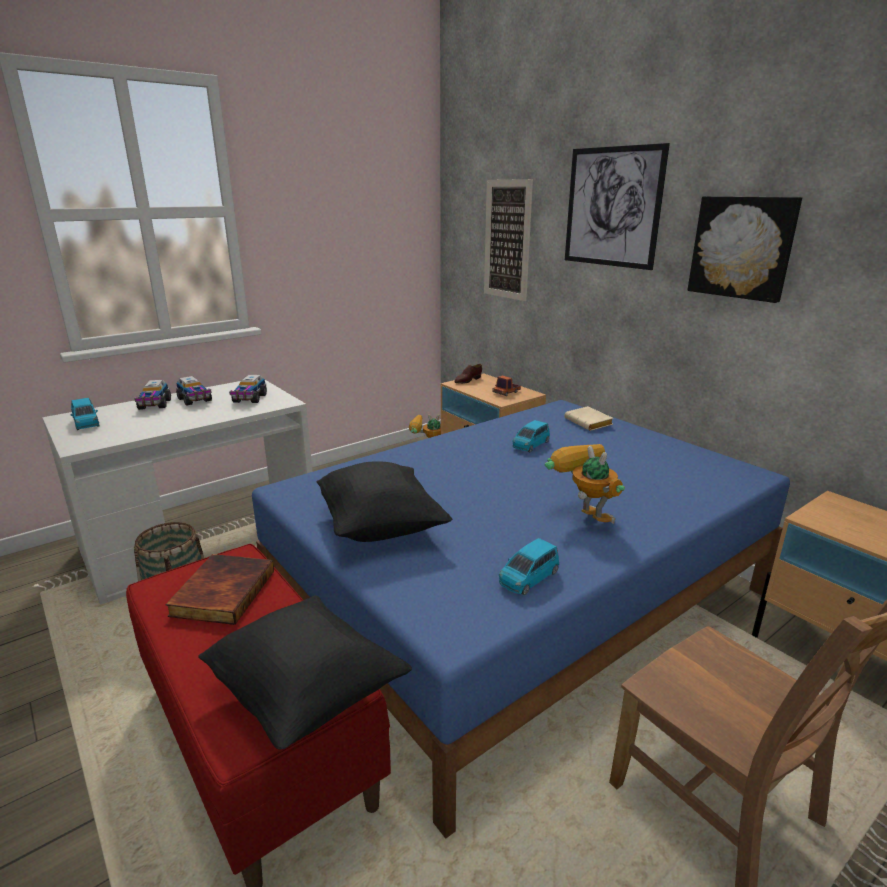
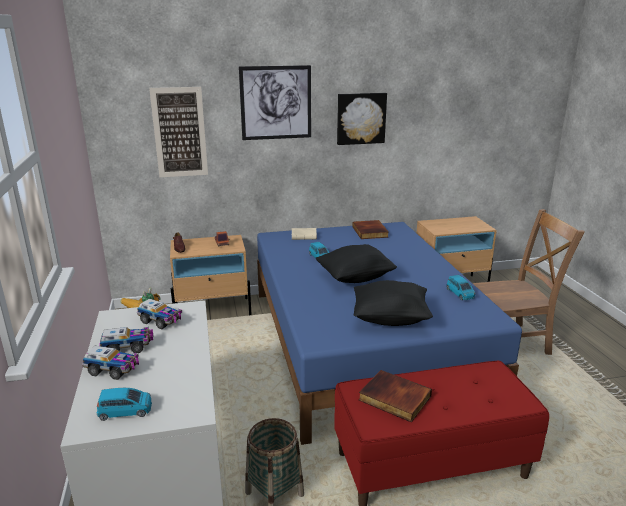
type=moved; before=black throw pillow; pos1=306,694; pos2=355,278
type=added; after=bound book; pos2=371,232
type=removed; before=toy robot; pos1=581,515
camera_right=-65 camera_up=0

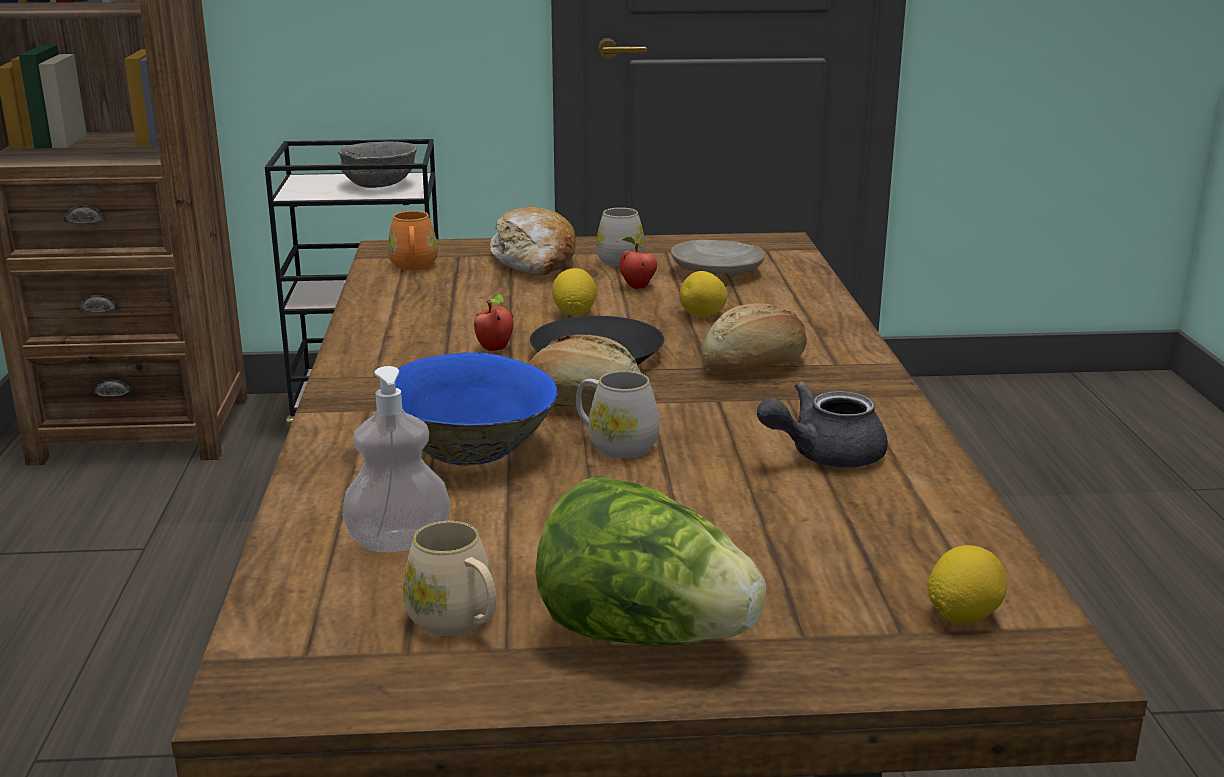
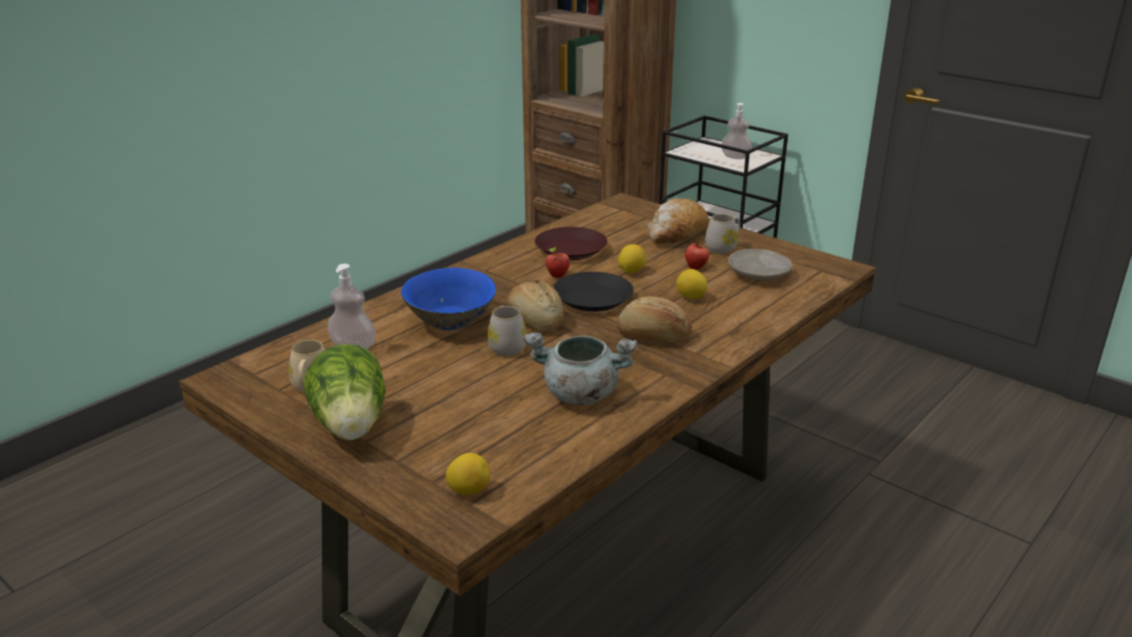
type=replaced; before=gray teapot; after=gray saucepot; pos1=823,455; pos2=579,394
type=added; after=brown-coloured flat dish; pos2=570,249
type=replaced; before=gray deep dish; after=liquid soap bottle; pos1=379,185; pos2=735,157
type=removed; before=orange tea mug; pos1=413,267
camera_right=45 camera_up=5

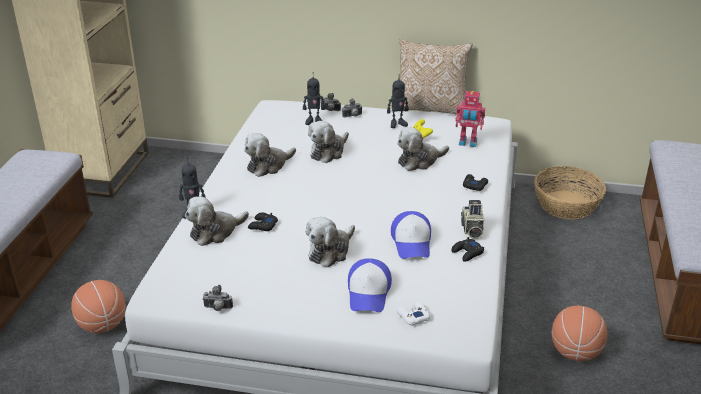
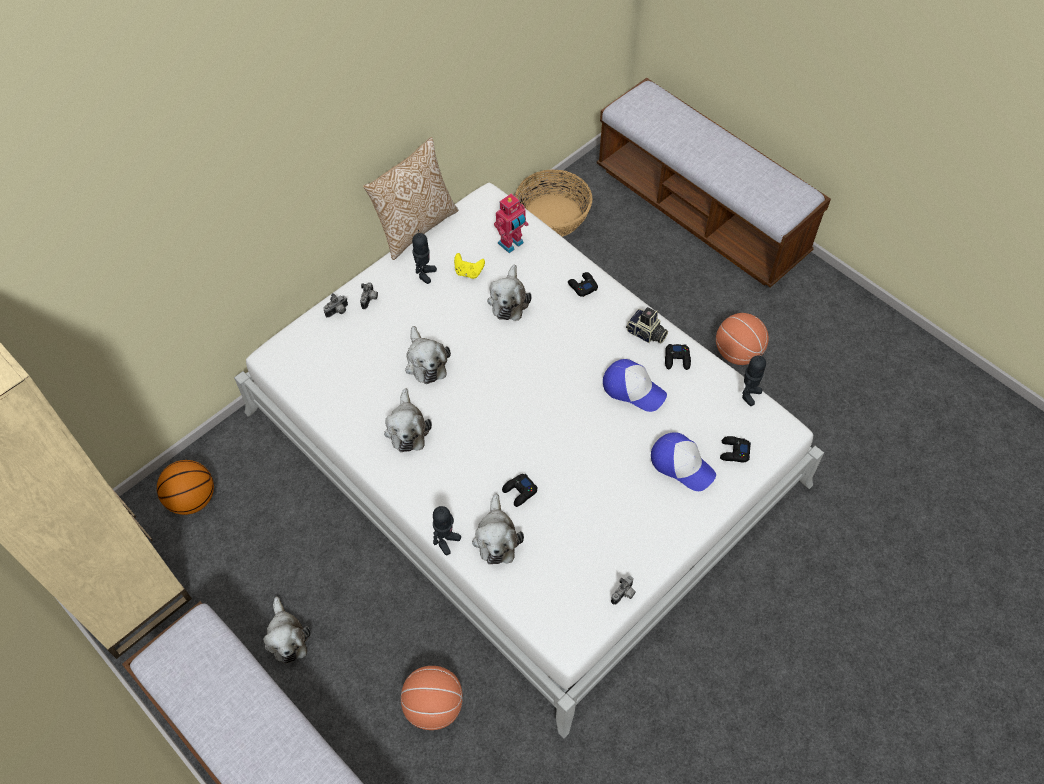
type=added; after=basketball ball; pos2=192,499
type=moved; before=soft toy; pos1=330,251; pos2=286,637
type=recoloured; before=white-coloured gamepad; after=black gamepad; pos1=412,316; pos2=734,452
type=moved; before=toy robot; pos1=314,121; pos2=748,394
camera_right=-55 camera_up=25

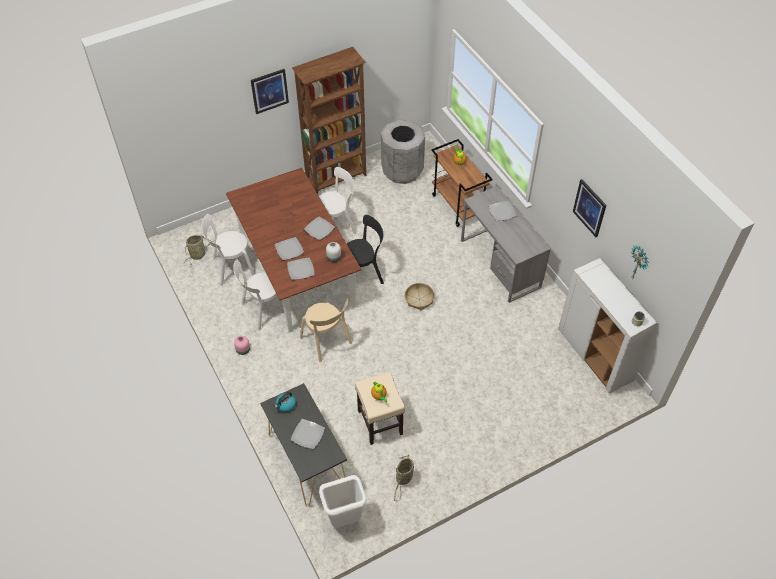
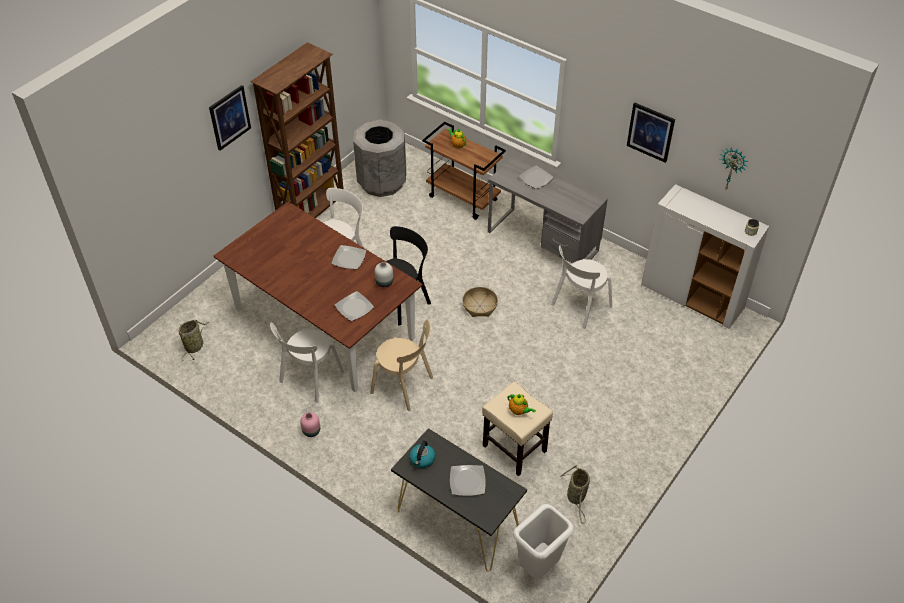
type=moved; before=white-coloured chair; pos1=231,267; pos2=579,307
type=removed; before=flat dish; pos1=289,250
camera_right=-25 camera_up=-5

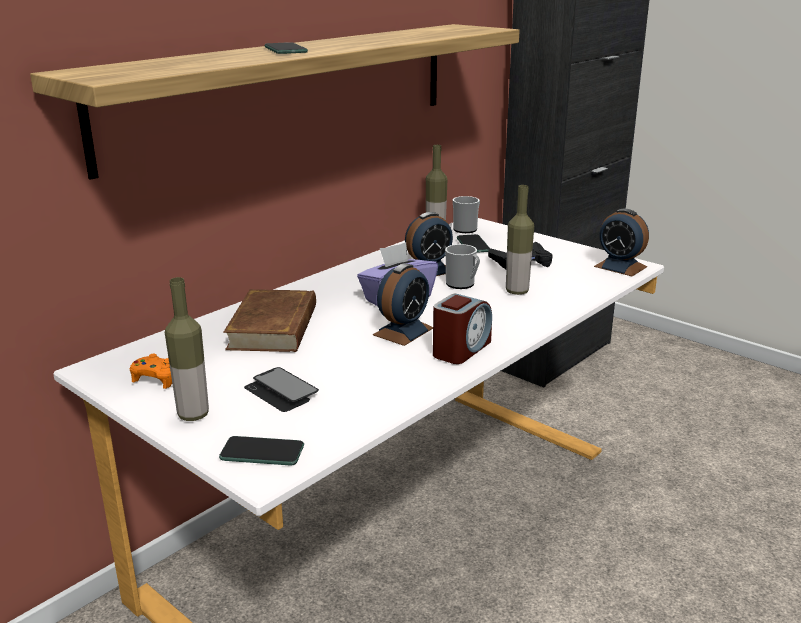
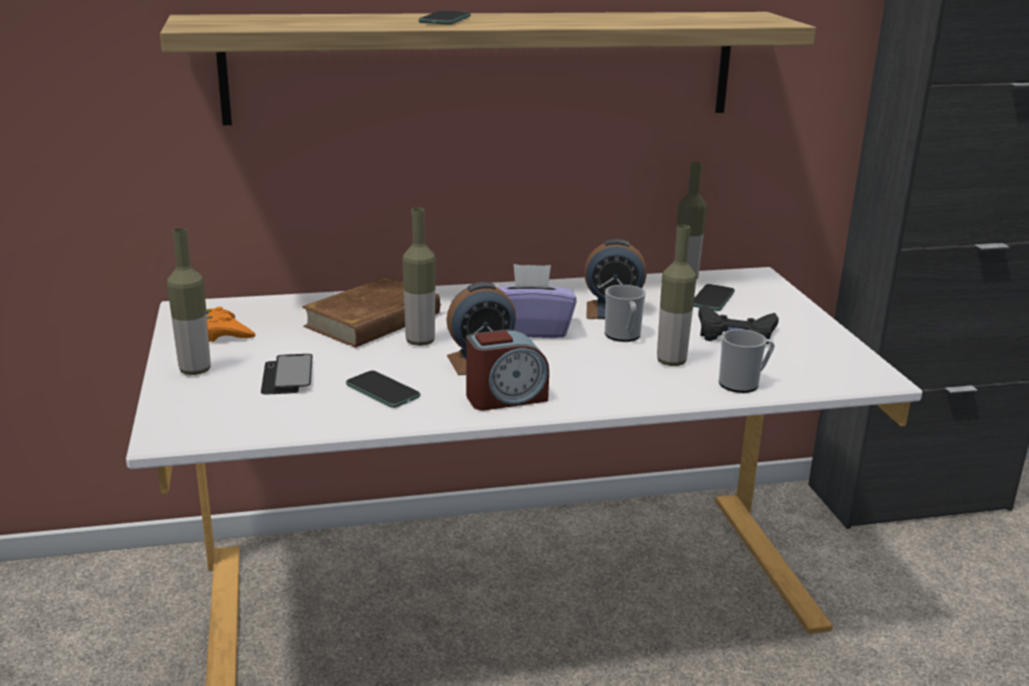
type=moved; before=phone; pos1=262,452; pos2=382,391
type=added; after=beverage bottle; pos2=420,341
type=moved; before=tea mug; pos1=467,228; pos2=743,384
type=removed; before=bedside clock; pos1=620,266
camera_right=35 camera_up=0

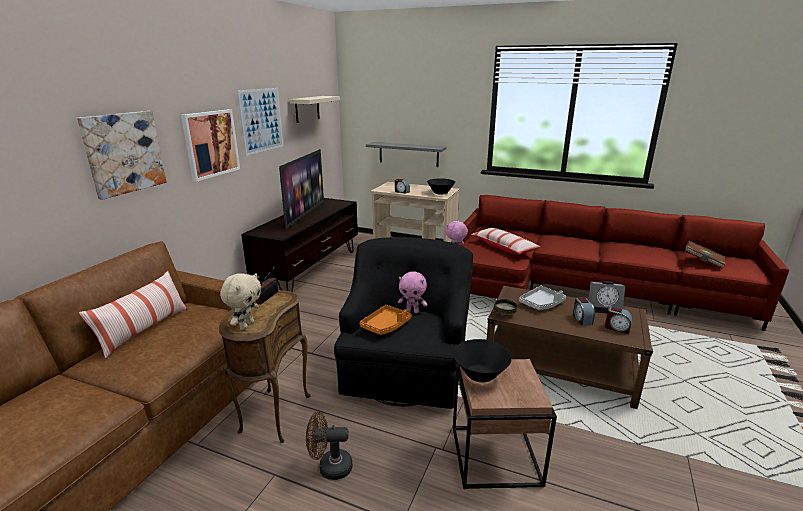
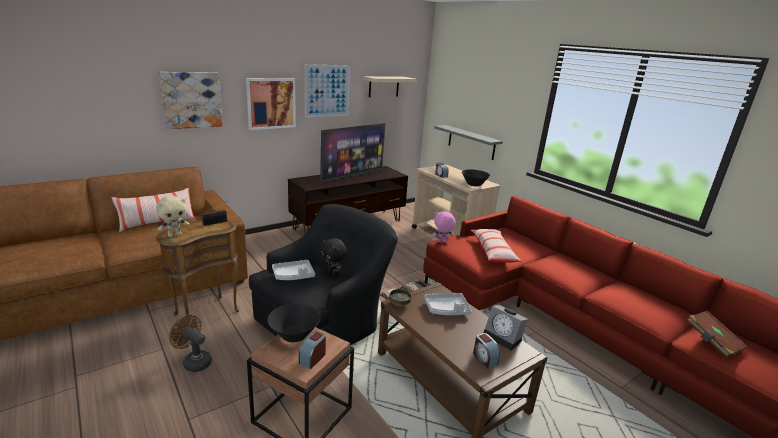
type=recoloured; before=orange carrying tray; after=gray carrying tray; pos1=386,326; pos2=293,275
type=moved; before=bedside clock; pos1=581,319; pos2=312,358
type=recoloured; before=pink-coloured soft toy; after=black soft toy; pos1=412,311; pos2=333,274
camera_right=30 camera_up=0

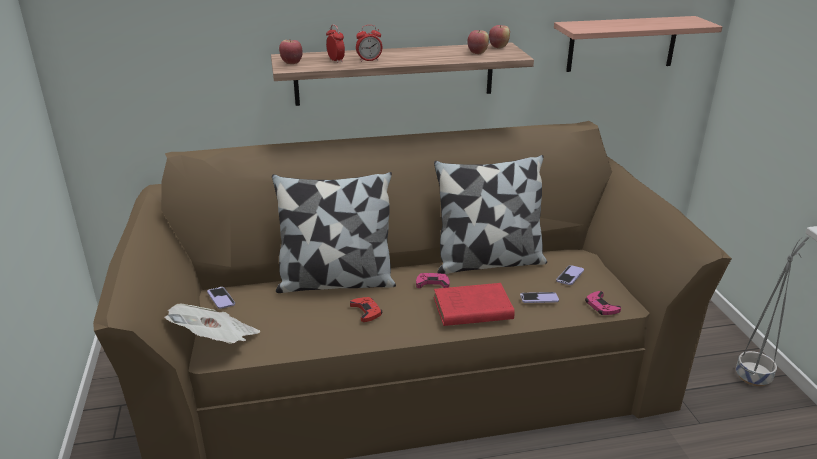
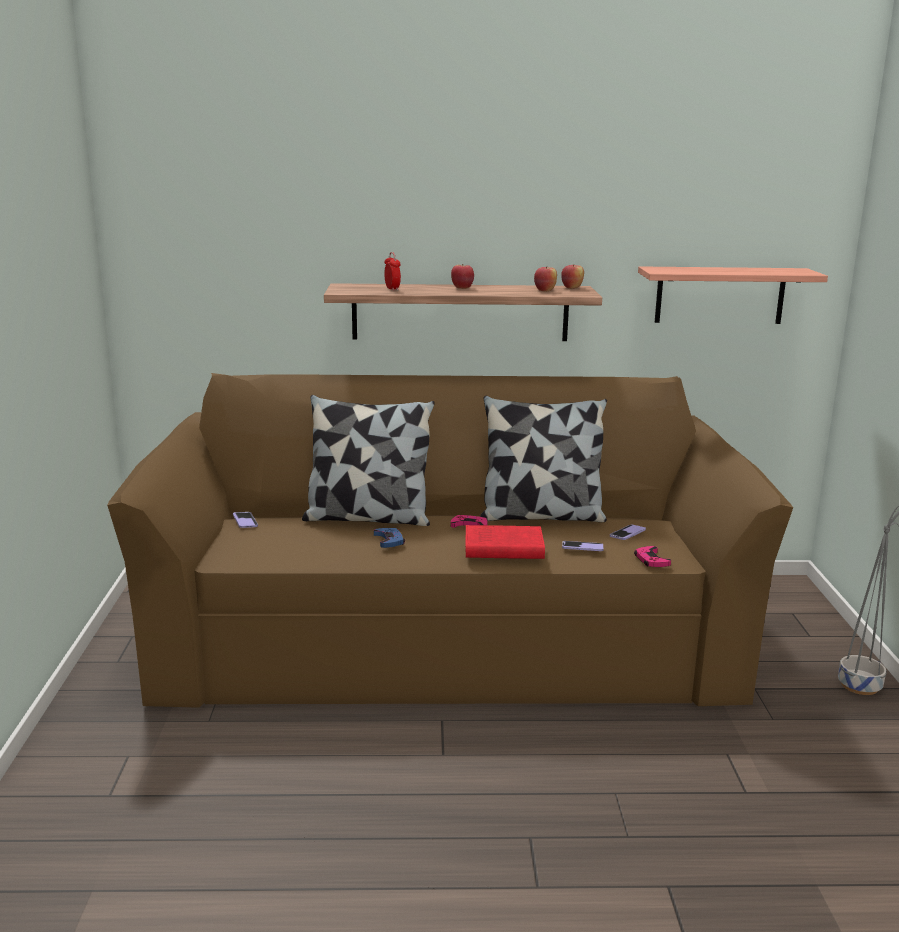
type=recoloured; before=red-coloured gamepad; after=blue-coloured gamepad; pos1=366,311; pos2=389,540
type=moved; before=apple fruit; pos1=292,63; pos2=462,288
type=removed; before=printed paper; pos1=216,341
type=removed; before=bedside clock; pos1=369,60
camera_right=10 camera_up=-10

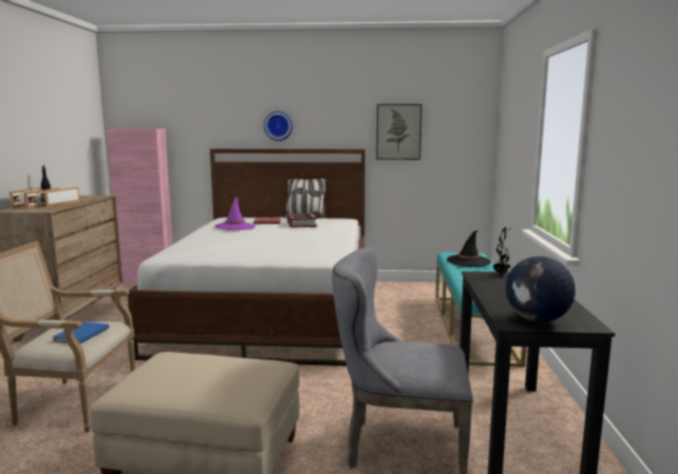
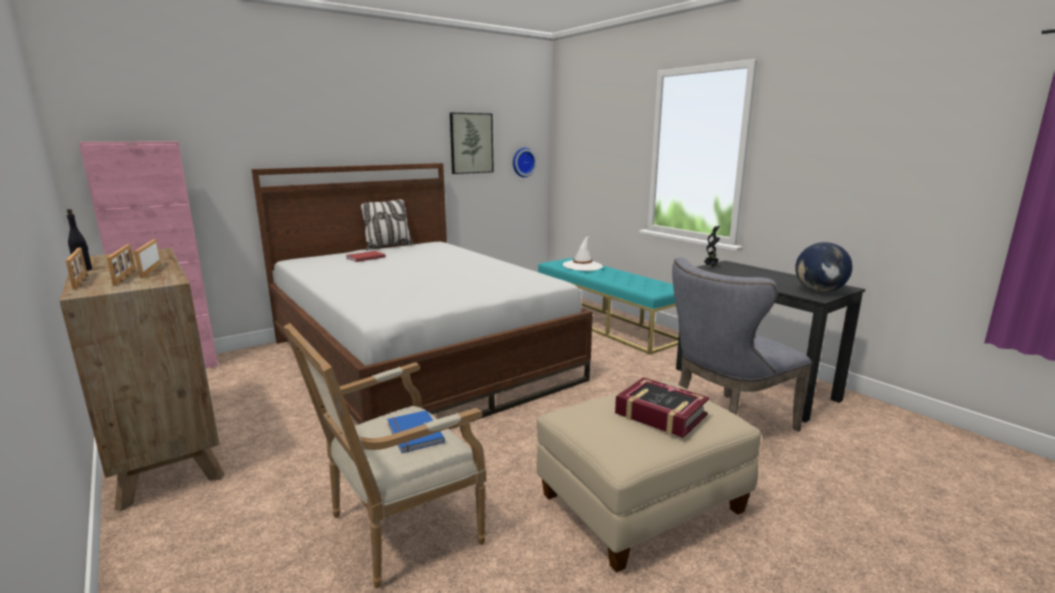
type=moved; before=hanging clock; pos1=278,126; pos2=523,162
type=recoloured; before=black wearable hat; after=white-coloured wearable hat; pos1=468,261; pos2=582,266
type=moved; before=bound book; pos1=301,224; pos2=660,414
type=removed; before=purple wearable hat; pos1=235,227
camera_right=-40 camera_up=5

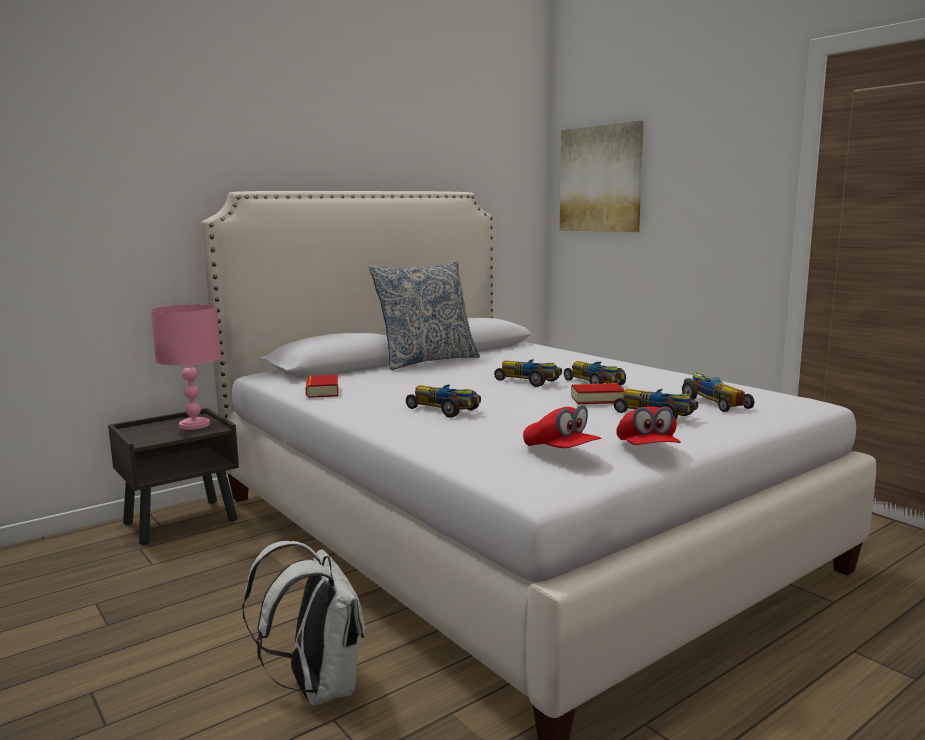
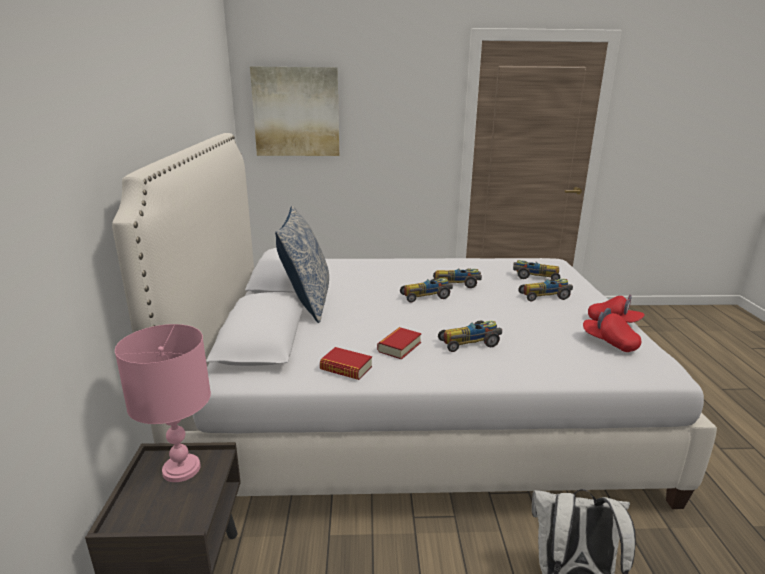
type=moved; before=bound book; pos1=597,399; pos2=399,347
type=turned; before=red-coloured peaked cap; pos1=561,451; pos2=609,342; turn=-135
camera_right=-55 camera_up=10

